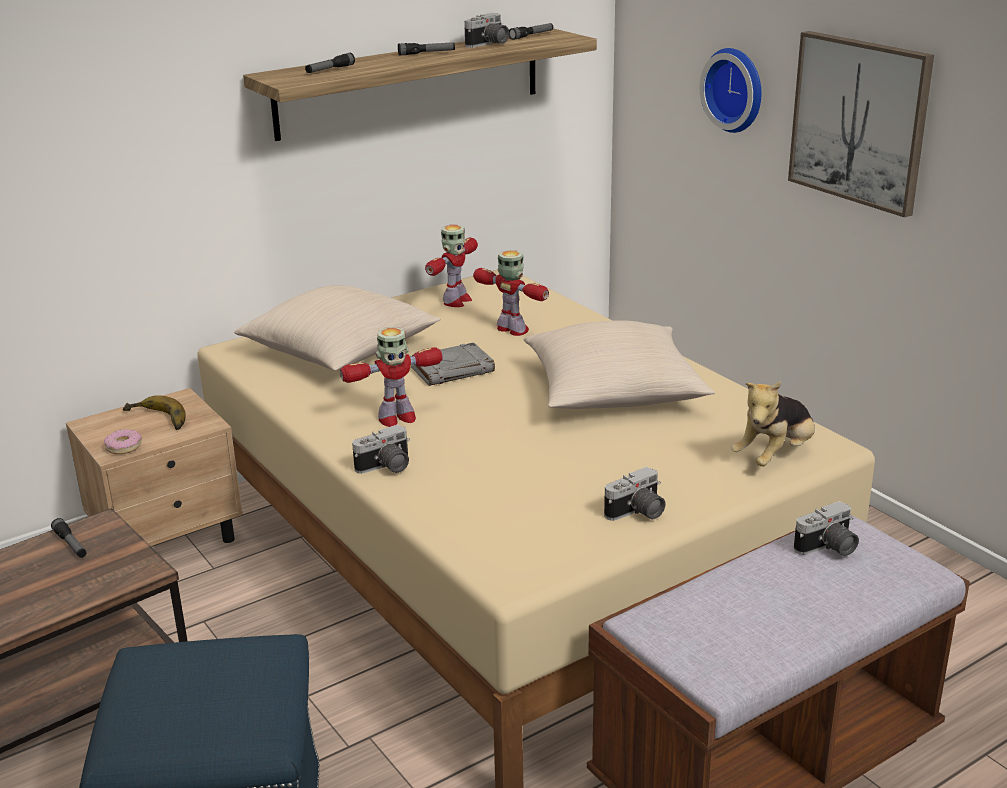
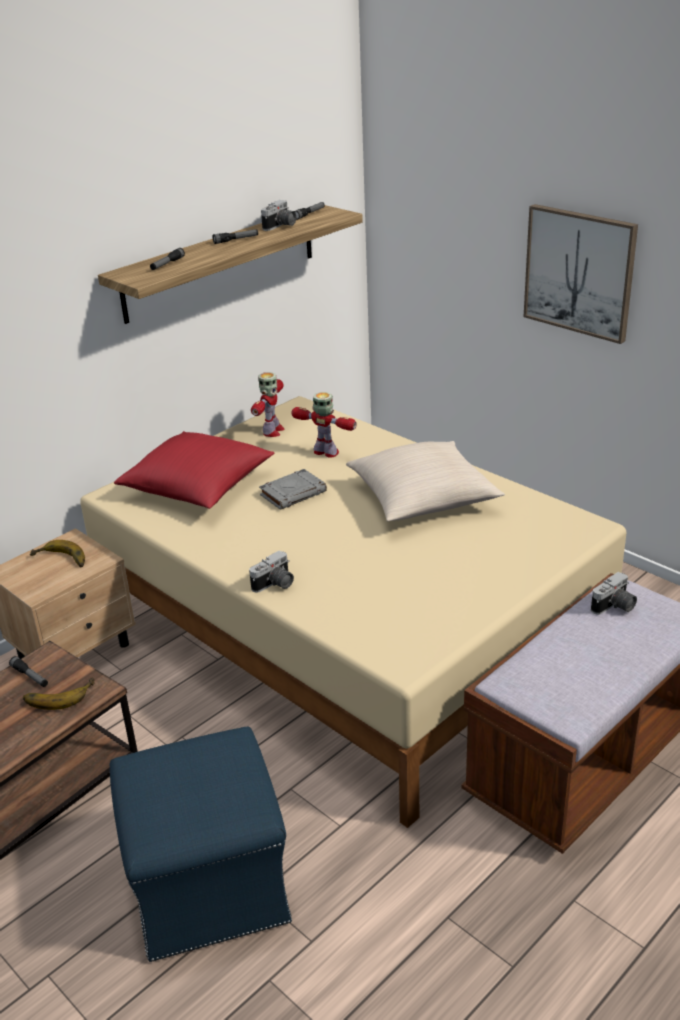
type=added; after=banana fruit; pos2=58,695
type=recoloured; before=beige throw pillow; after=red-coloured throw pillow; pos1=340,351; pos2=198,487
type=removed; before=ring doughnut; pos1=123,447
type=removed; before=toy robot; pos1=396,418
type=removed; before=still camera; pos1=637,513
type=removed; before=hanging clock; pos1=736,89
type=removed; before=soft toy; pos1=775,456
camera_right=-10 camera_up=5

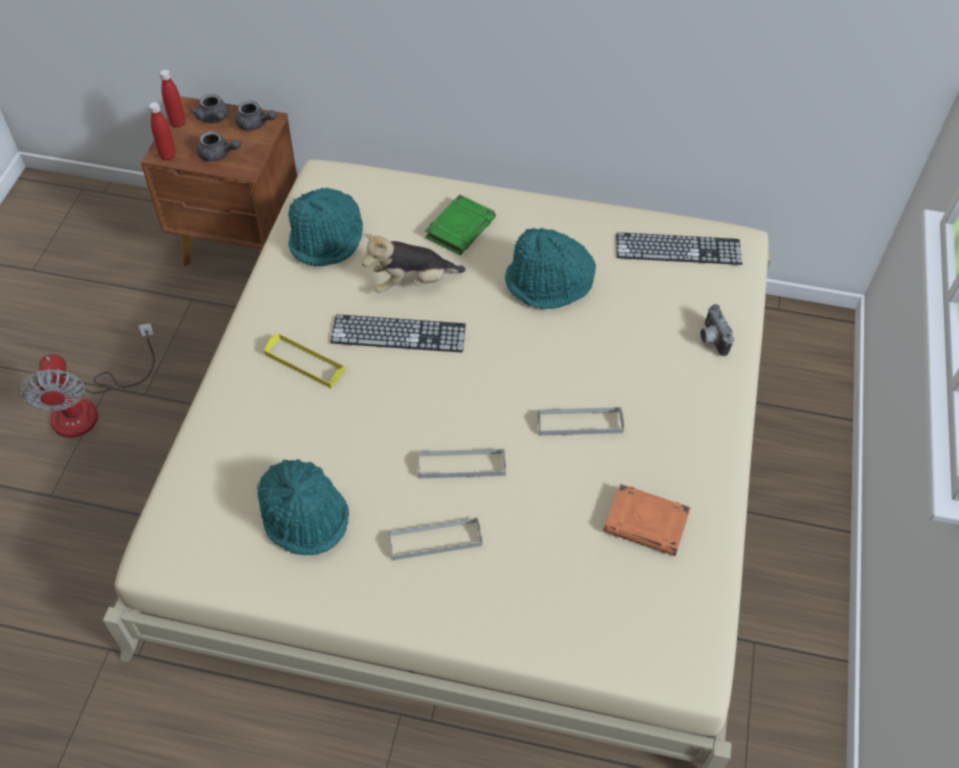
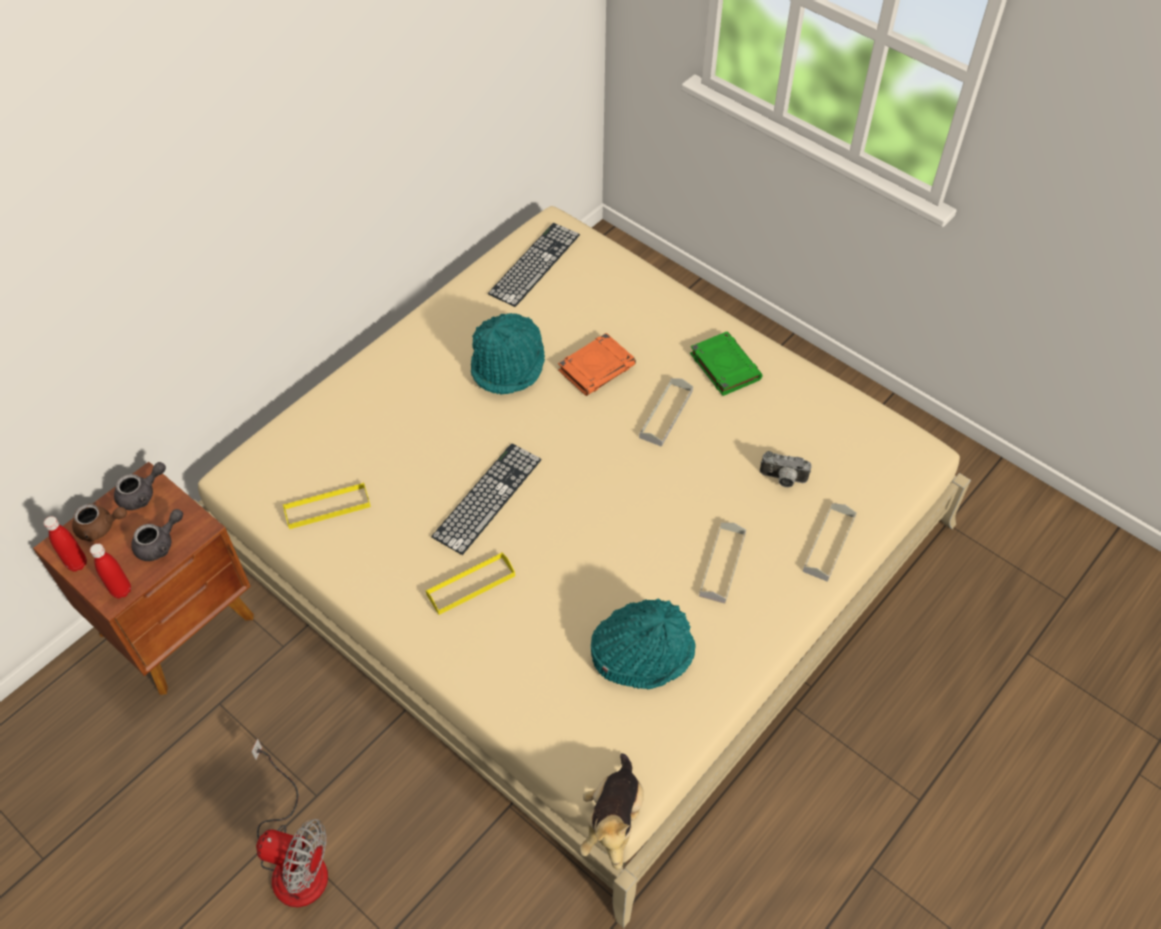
type=recoloured; before=gray teapot; after=brown-coloured teapot; pos1=214,119; pos2=100,528
type=replaced; before=blue-green wearable hat; after=yellow-coloured carrying tray; pos1=327,240; pos2=327,507
type=moved; before=orange bound book; pos1=647,523; pos2=597,368
type=moved; before=soft toy; pos1=412,283; pos2=613,821
type=moved; before=green-coloured bound book; pos1=460,228; pos2=724,366
type=moved; before=still camera; pos1=711,339; pos2=782,479
type=moved; before=gray carrying tray; pos1=461,465; pos2=829,544
camera_right=-60 camera_up=0

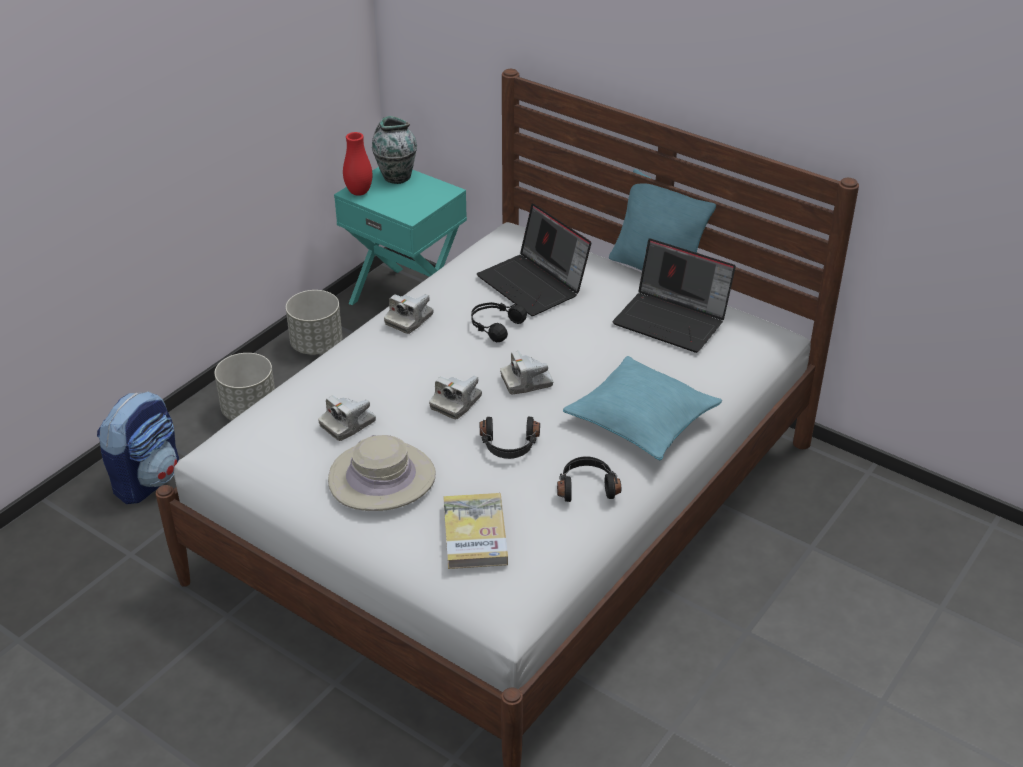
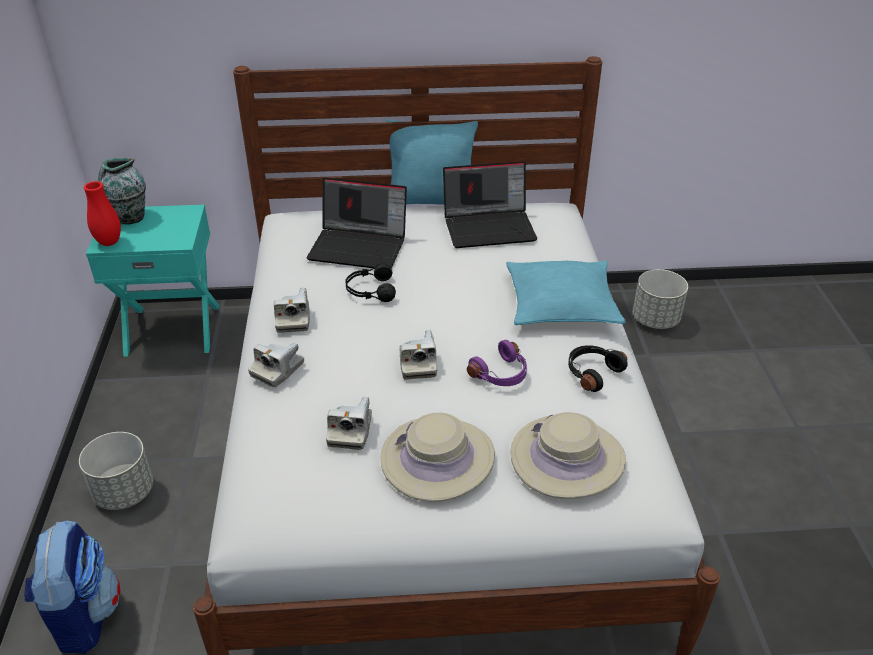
type=moved; before=still camera; pos1=526,382; pos2=277,370
type=recoloured; before=black pair of headphones; after=purple pair of headphones; pos1=509,446; pos2=501,374
type=replaced; before=bound book; after=beige wearable hat; pos1=475,534; pos2=567,458
type=moved; before=gray flower pot; pos1=317,345; pos2=655,319
camera_right=-40 camera_up=0

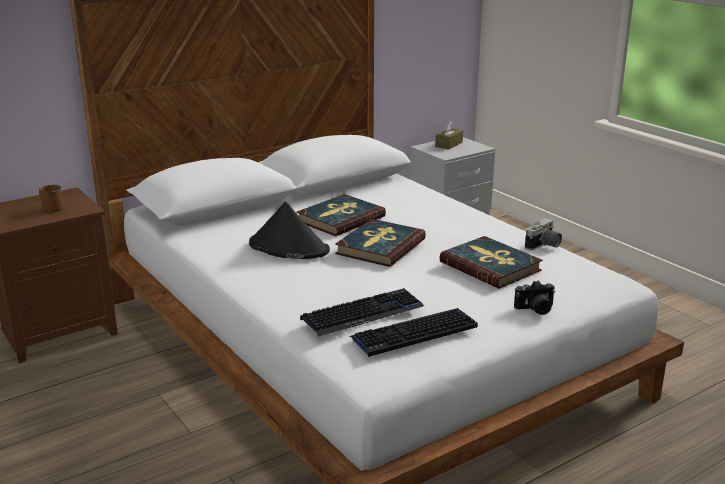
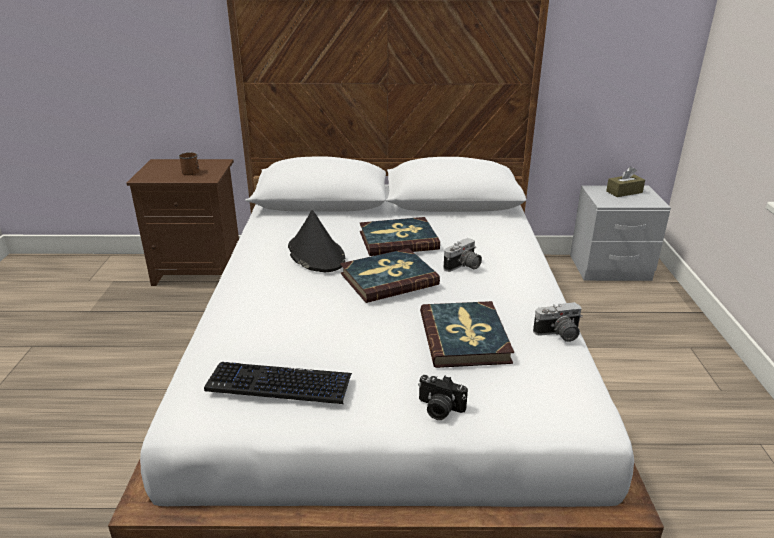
type=added; after=still camera; pos2=463,267
type=removed; before=computer keyboard; pos1=362,313
camera_right=35 camera_up=5

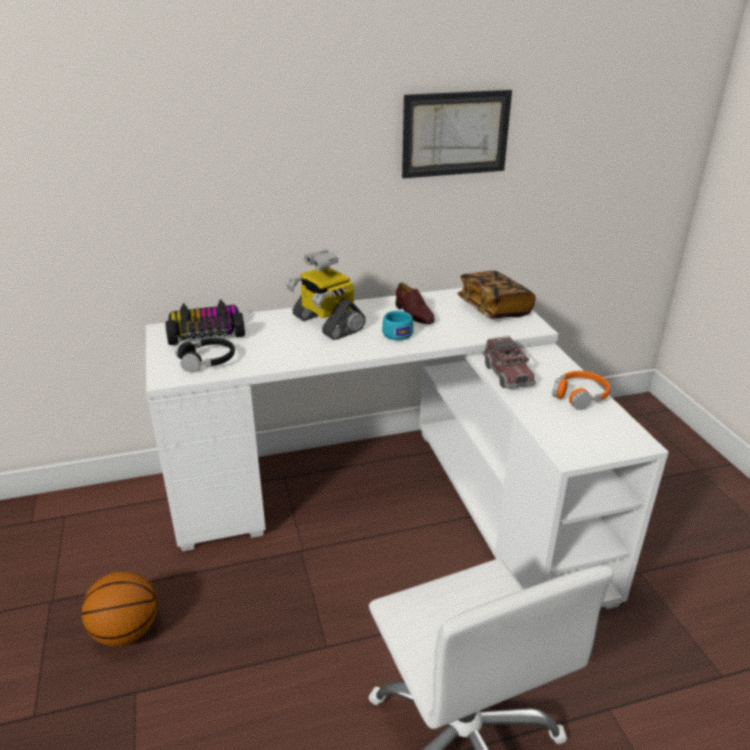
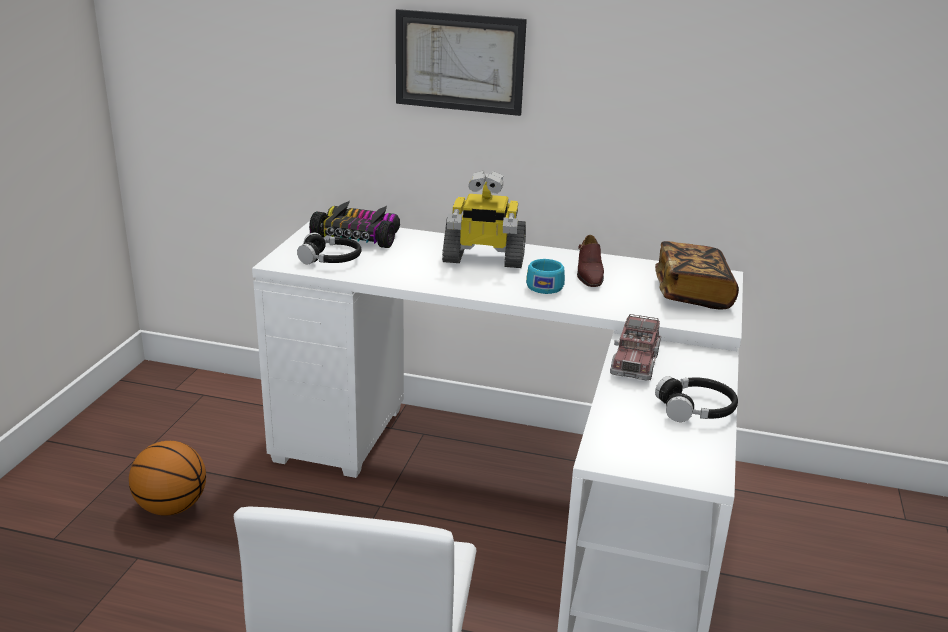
type=moved; before=wall picture; pos1=455,134; pos2=459,62
type=turned; before=toy robot; pos1=326,323; pos2=483,258; turn=-75
type=recoloured; before=orange pair of headphones; after=black pair of headphones; pos1=580,396; pos2=696,409
camera_right=30 camera_up=-5

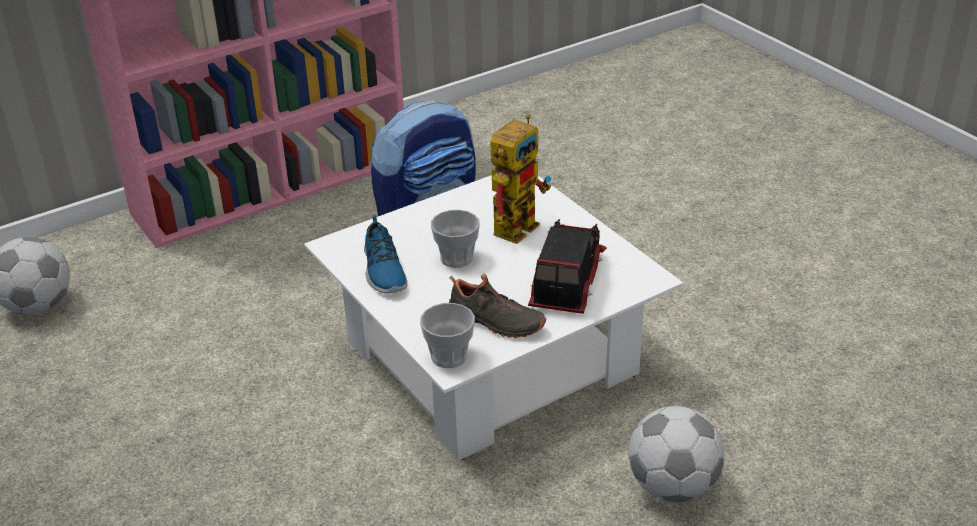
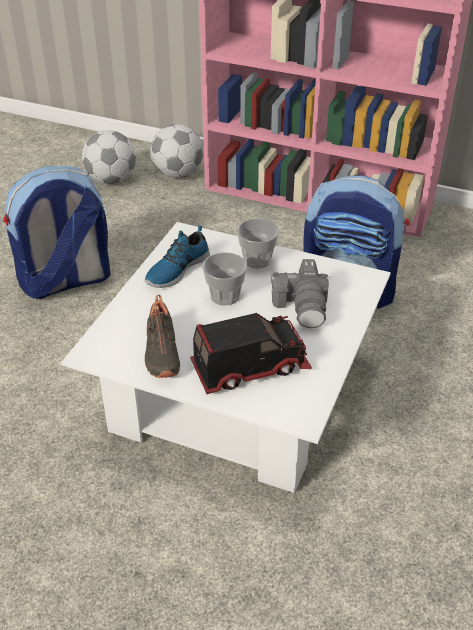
type=added; after=rucksack; pos2=66,281
type=moved; before=football; pos1=671,487; pos2=177,174
type=moved; before=small cup; pos1=449,356; pos2=257,260
type=replaced; before=toy robot; after=still camera; pos1=518,223; pos2=303,306
camera_right=55 camera_up=5

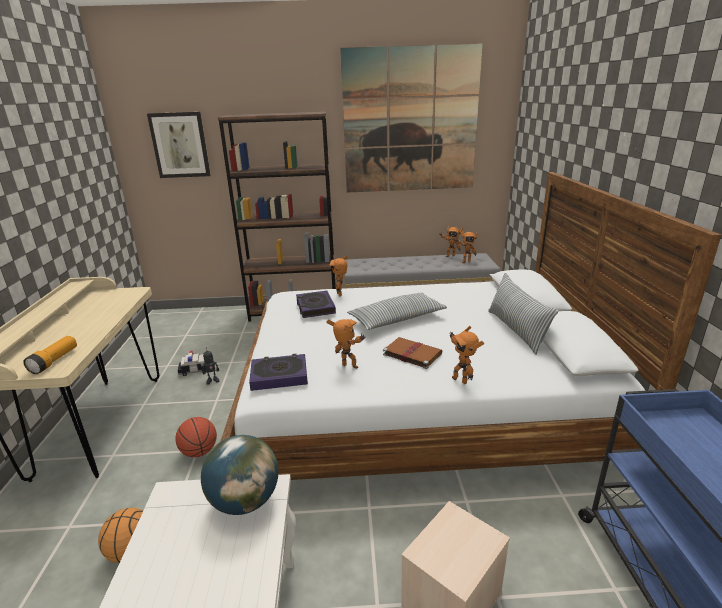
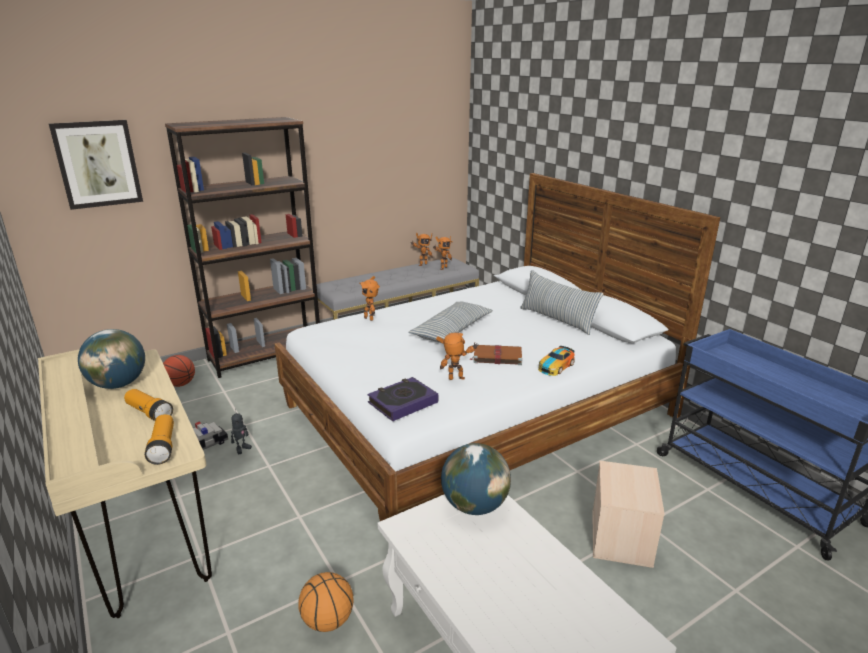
type=added; after=world globe; pos2=118,384
type=added; after=flashlight; pos2=149,413
type=moved; before=basketball ball; pos1=199,452; pos2=180,384
type=replaced; before=toy robot; after=model car; pos1=461,379; pos2=555,366
type=removed; before=bound book; pos1=315,307
type=removed; before=wall picture; pos1=410,121
camera_right=-30 camera_up=0

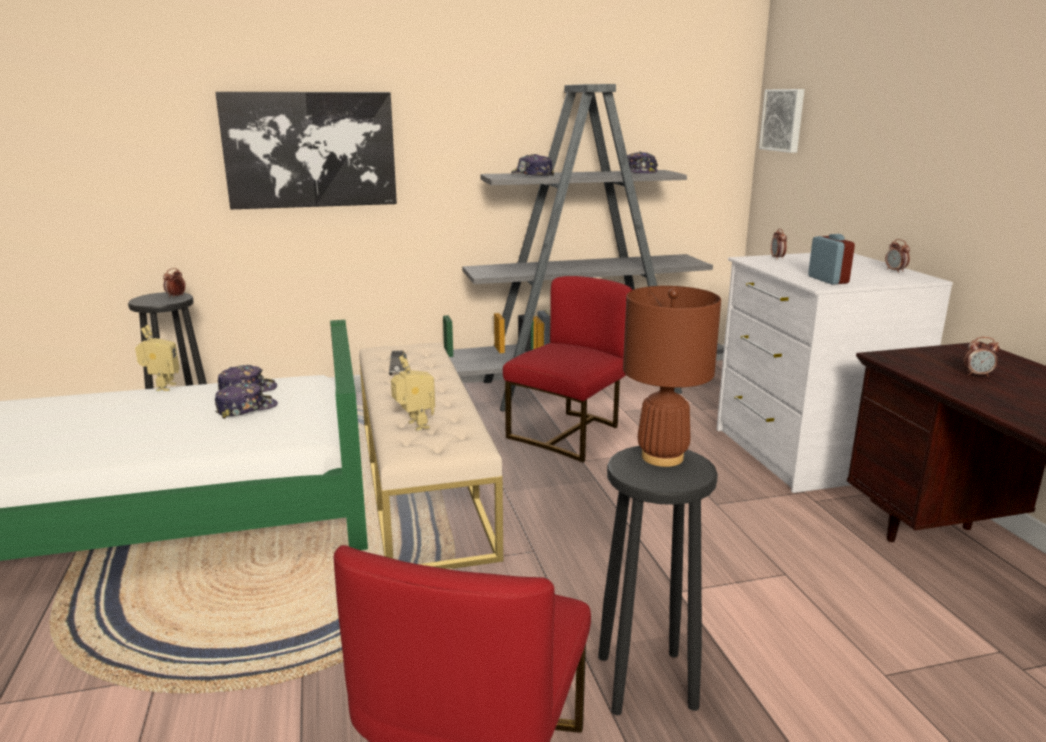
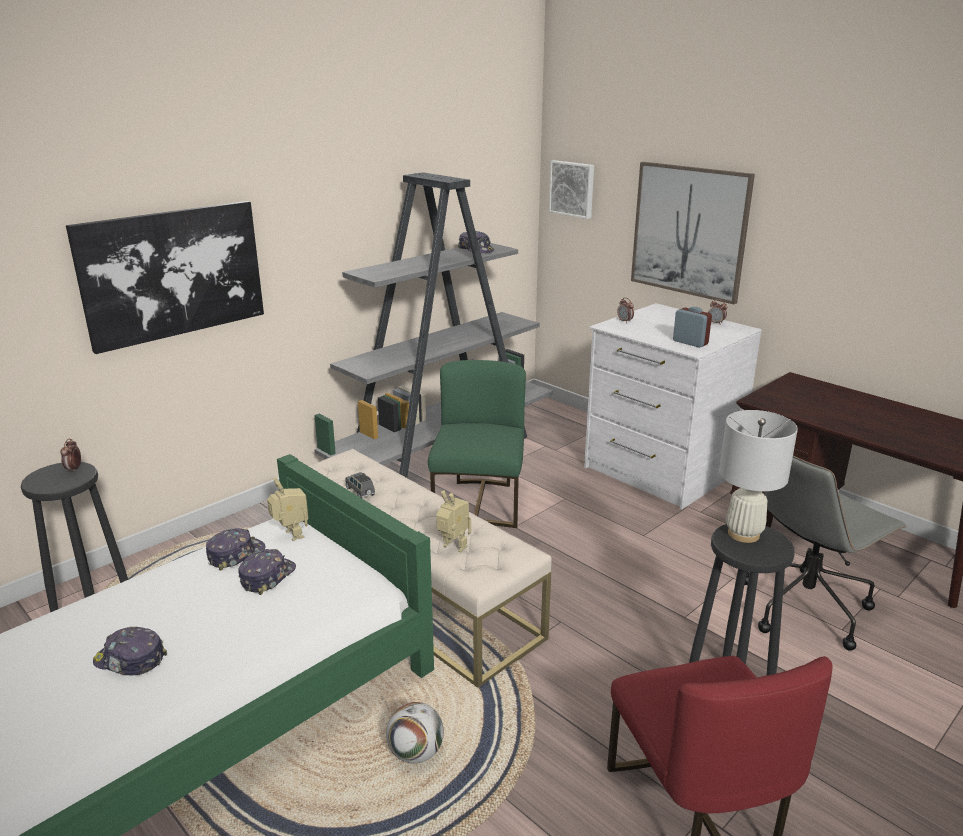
type=moved; before=peaked cap; pos1=531,175; pos2=130,660
type=moved; before=toy robot; pos1=162,387; pos2=291,535
type=added; after=football; pos2=415,753
type=recoloured; before=red-coloured chair; after=green-coloured chair; pos1=569,434; pos2=479,503
type=added; after=wall picture; pos2=689,231
type=recoloured; before=brown-coloured tabletop lamp; after=white-coloured tabletop lamp; pos1=662,457; pos2=744,534
type=added; after=gray computer chair; pos2=805,606
type=removed; before=bedside clock; pos1=977,374
camera_right=-30 camera_up=5

